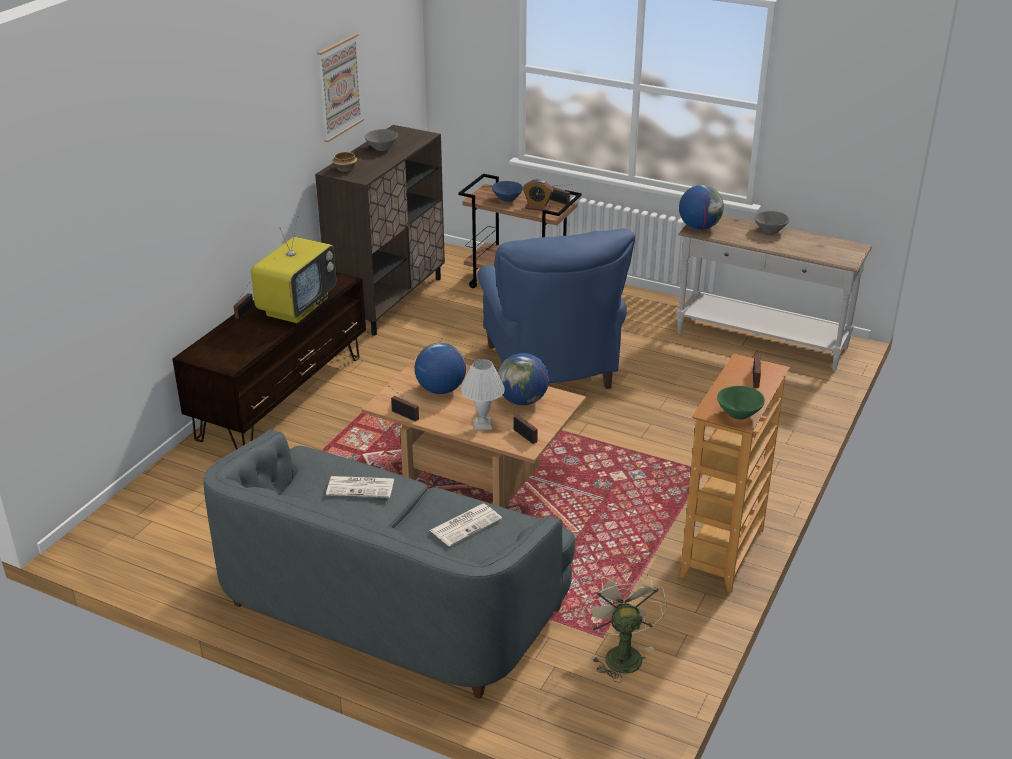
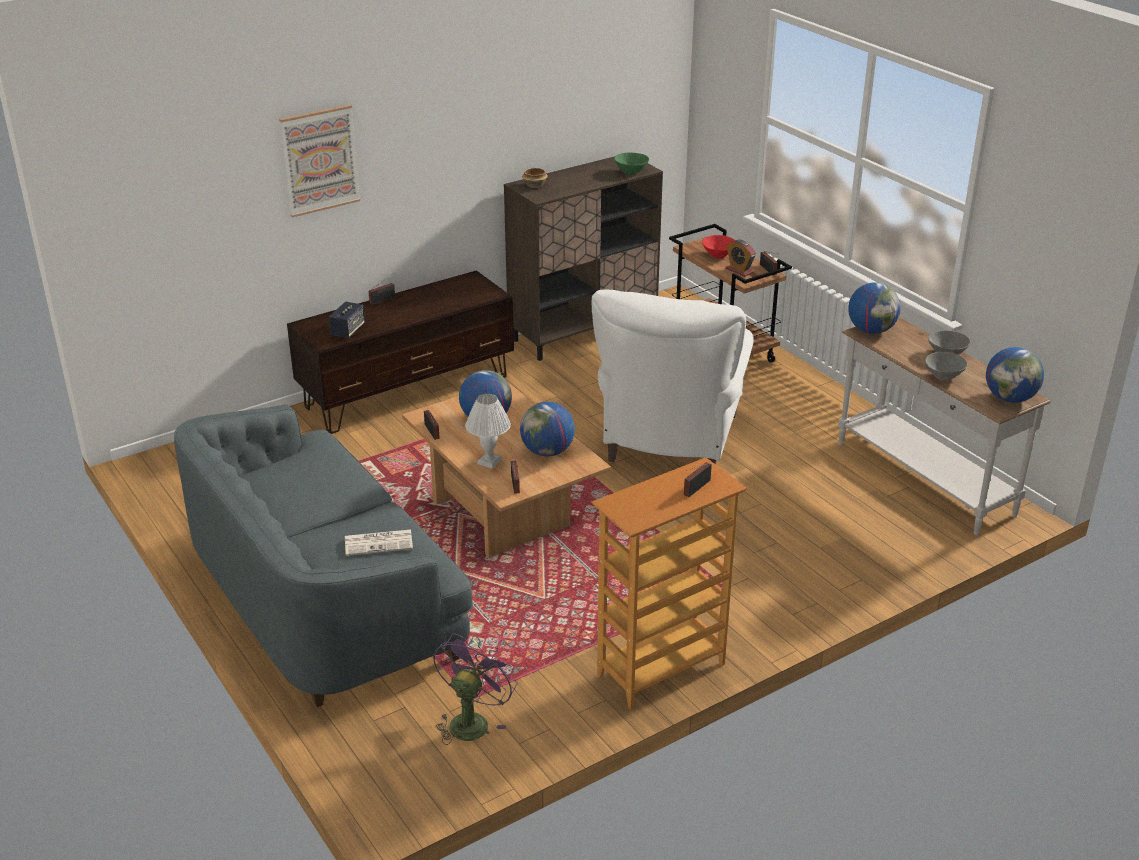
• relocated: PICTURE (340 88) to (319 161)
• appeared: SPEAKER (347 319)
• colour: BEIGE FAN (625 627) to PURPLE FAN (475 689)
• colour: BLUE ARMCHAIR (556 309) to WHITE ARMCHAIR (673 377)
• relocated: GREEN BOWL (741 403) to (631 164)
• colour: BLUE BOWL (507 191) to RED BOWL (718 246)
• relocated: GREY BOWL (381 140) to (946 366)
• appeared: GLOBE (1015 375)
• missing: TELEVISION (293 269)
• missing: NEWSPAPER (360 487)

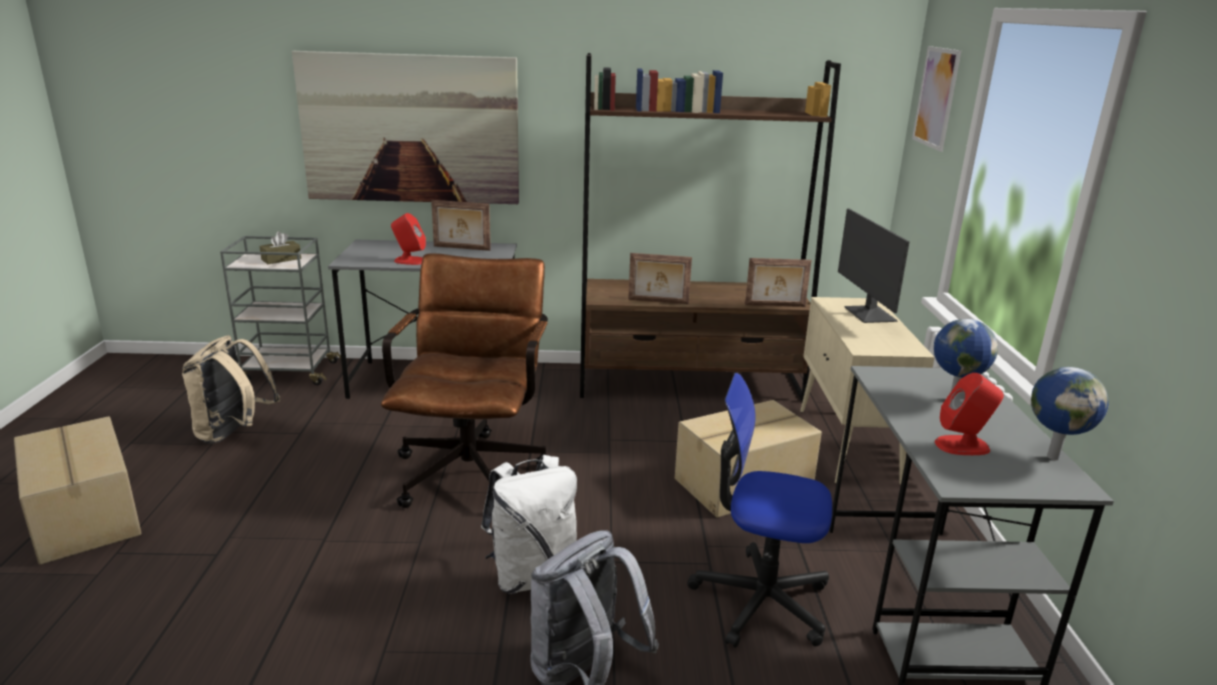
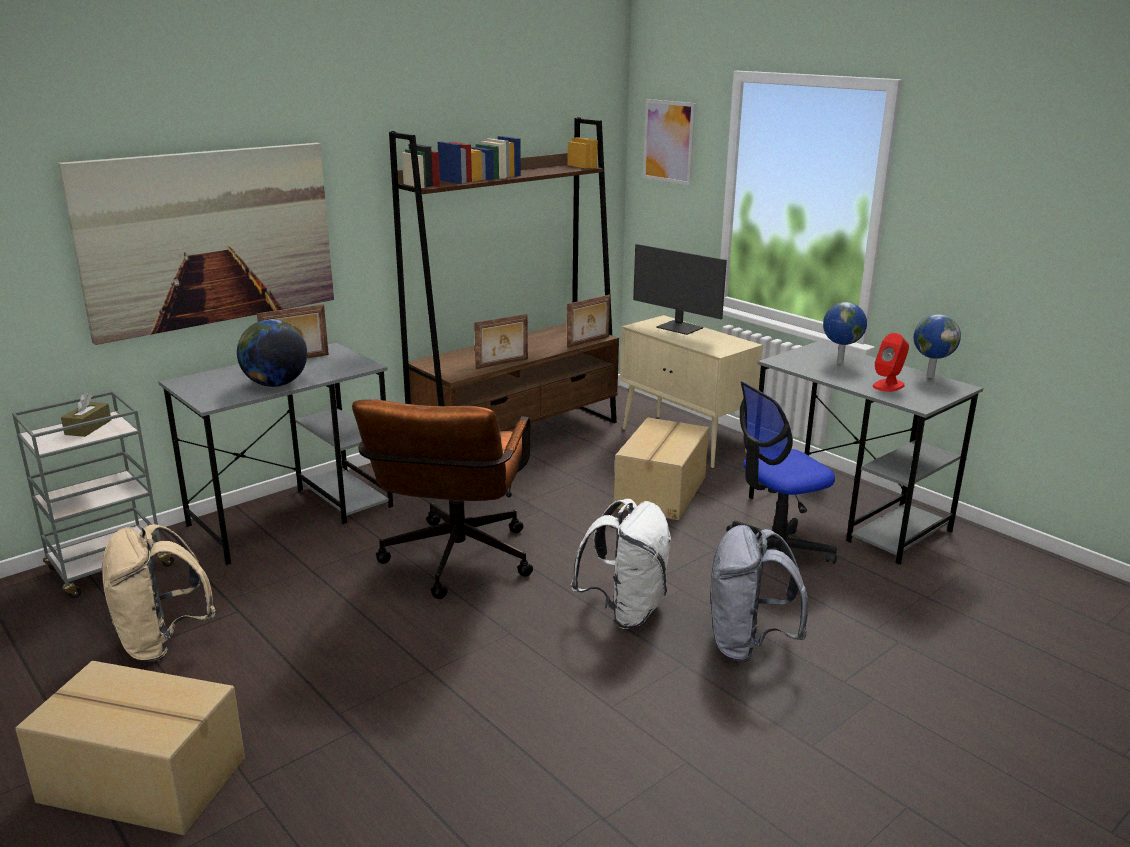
• exchanged: RED SPEAKER (408 239) to GLOBE (272 353)
• spun: BROWN OFFICE CHAIR (464 380) = (442 499) 135 degrees counterclockwise

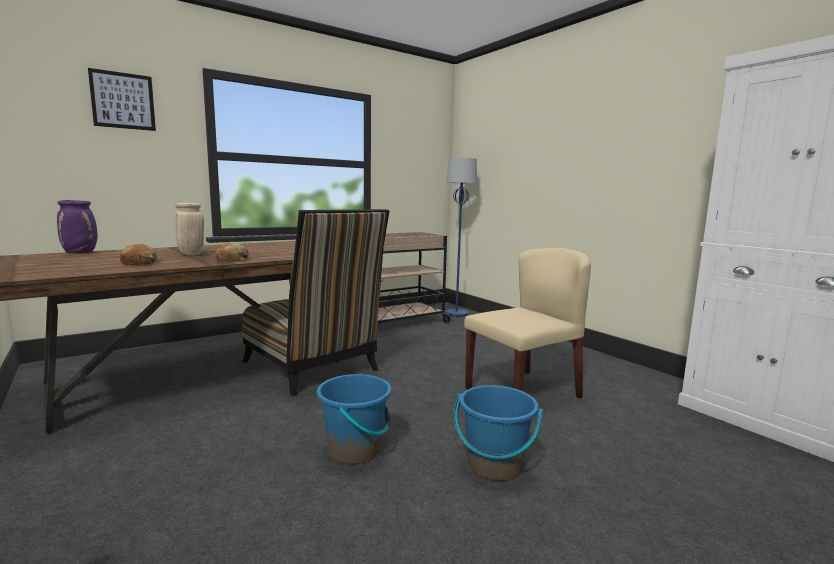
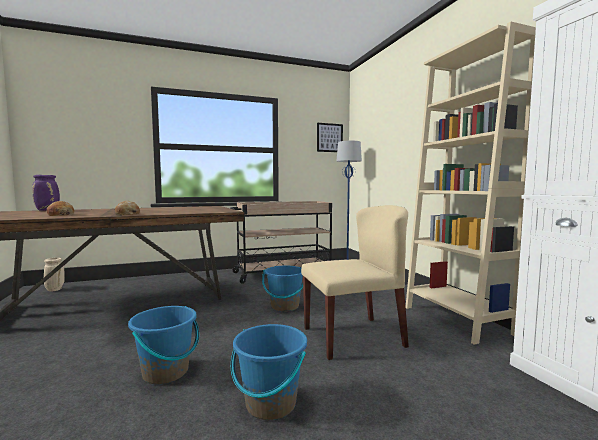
• relocated: BEIGE VASE (189 229) to (54 274)
• appeared: BLUE BUCKET (282 289)
• relocated: PICTURE (122 99) to (330 137)
• appeared: BEIGE BOOKCASE (471 183)
• missing: CHAIR (315 303)

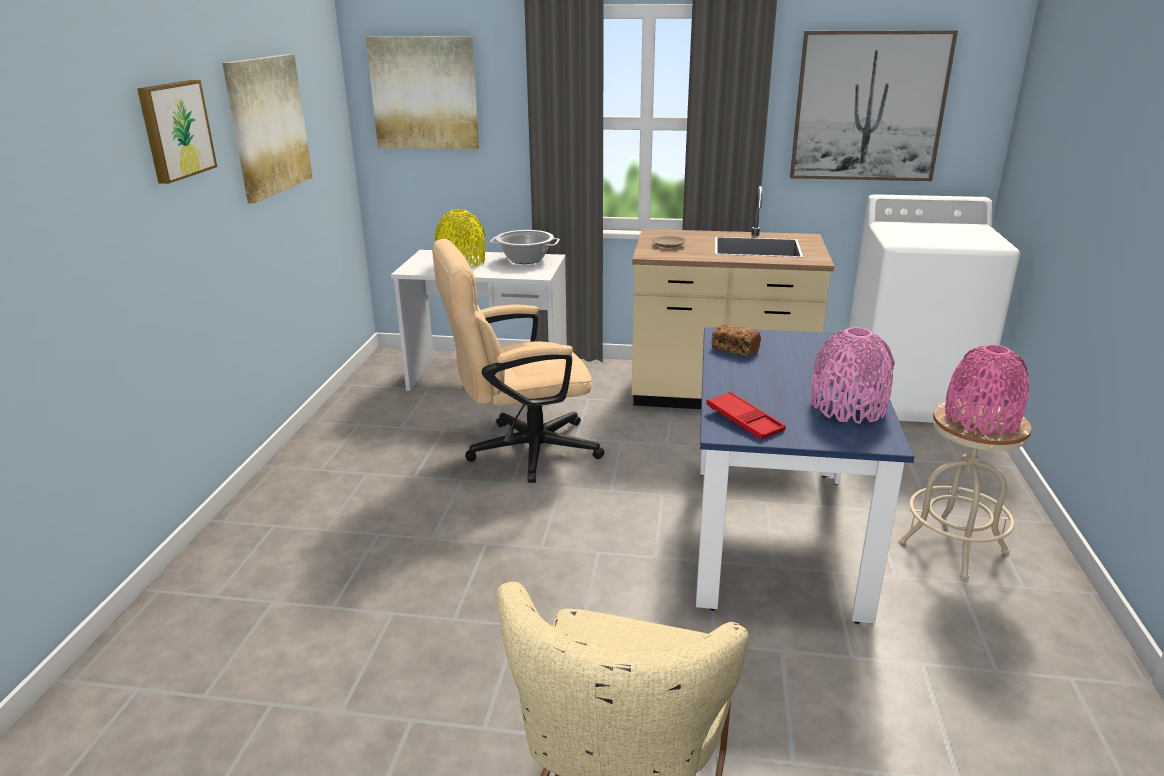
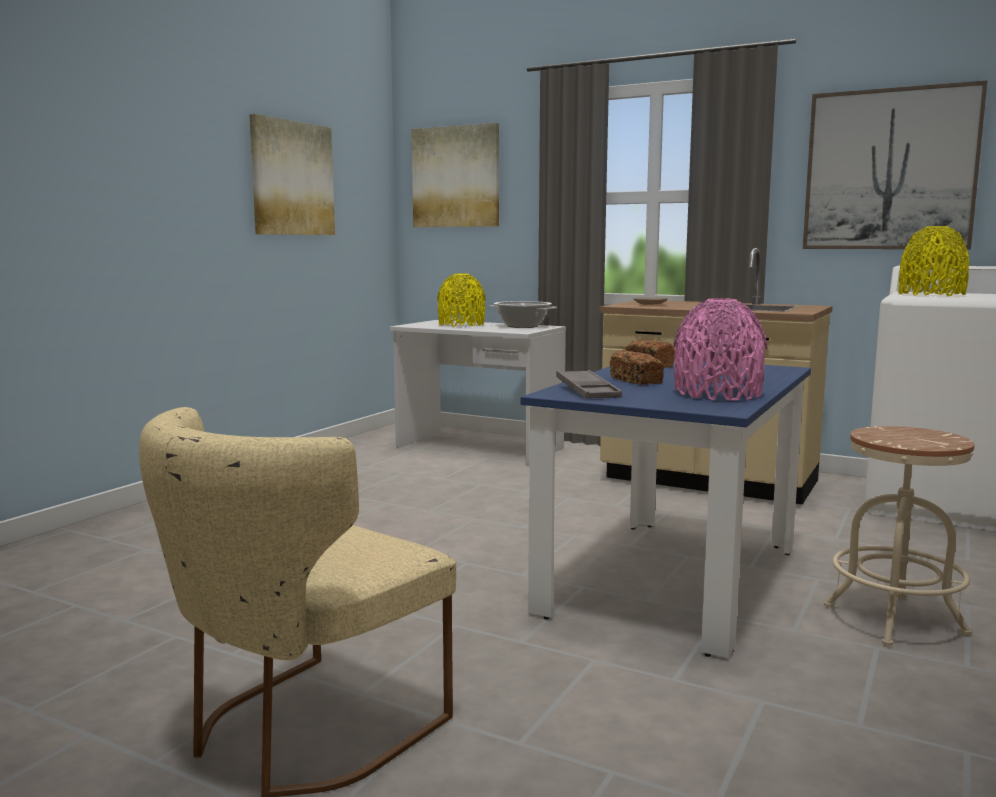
• colour: RED TRAY (746 416) to GREY TRAY (589 384)
• appeared: BREAD (637 367)
• appeared: YELLOW VASE (933 261)
• missing: PICTURE (177 132)
• missing: BEIGE OFFICE CHAIR (519 361)
• missing: PINK VASE (987 390)

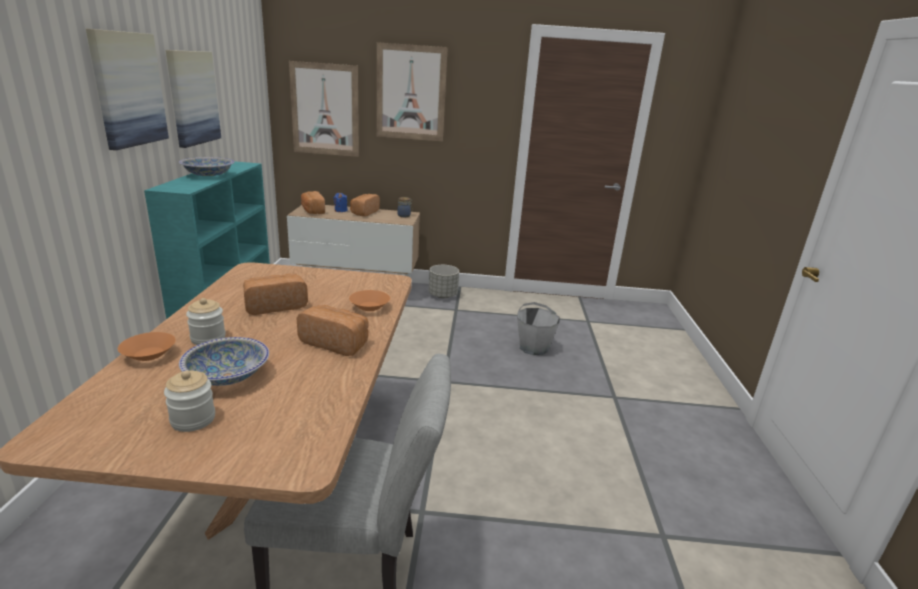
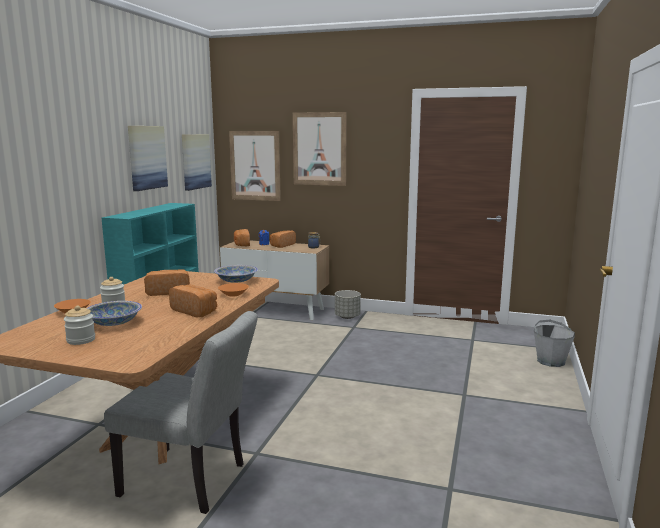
• relocated: PICTURE (127 89) to (197 162)
• relocated: BOWL (206 166) to (236 274)
• relocated: GREY BUCKET (538 328) to (554 343)

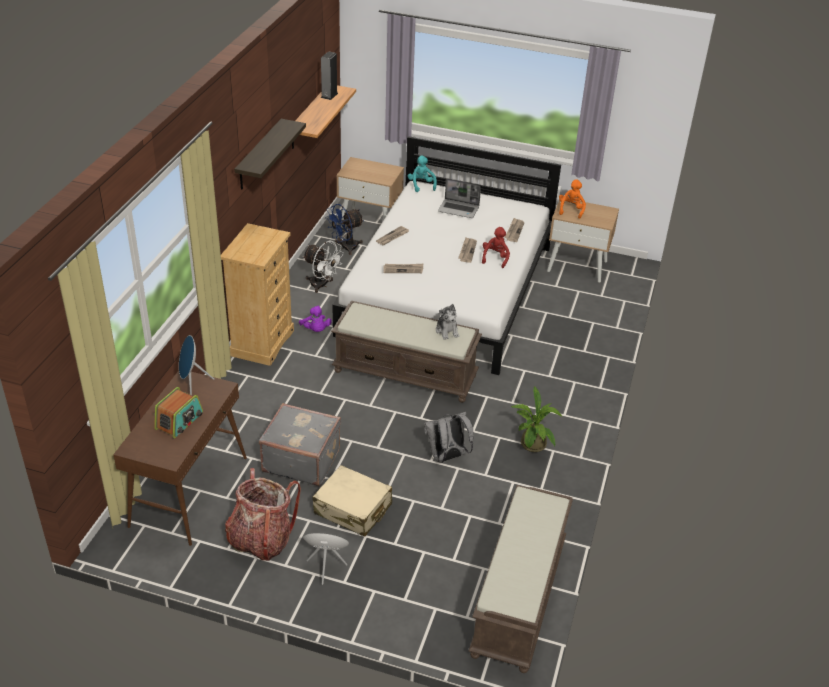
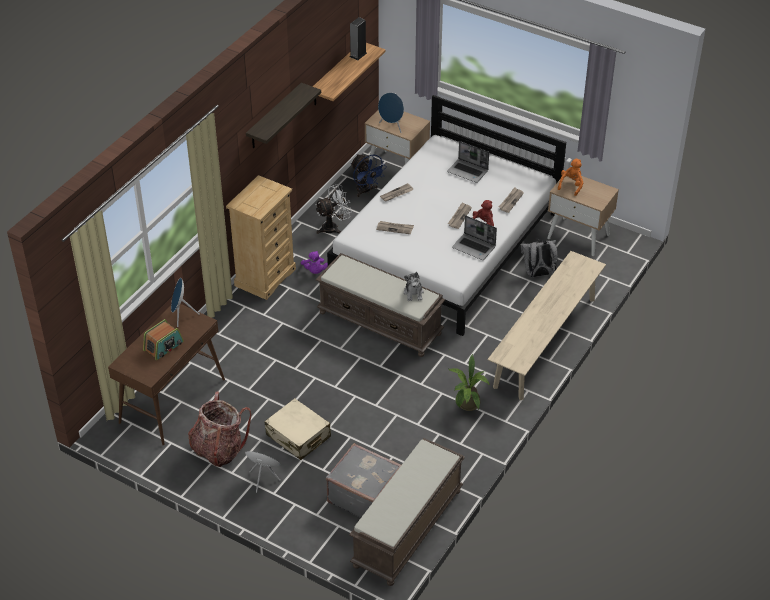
• spun: WHITE FAN (323 266) = (333 209) 75 degrees counterclockwise
• relocated: GREY SUITCASE (300 444) to (363 480)
• spun: BLUE FAN (344 229) = (369 175) 105 degrees counterclockwise
• appeared: BLUE SPEAKER (391 112)
• appeared: LAPTOP (474 237)
• appeared: BEIGE BENCH (547 325)
• relocated: GREY BACKPACK (449 437) to (539 258)
• missing: TURQUOISE PLUSH TOY (422 173)

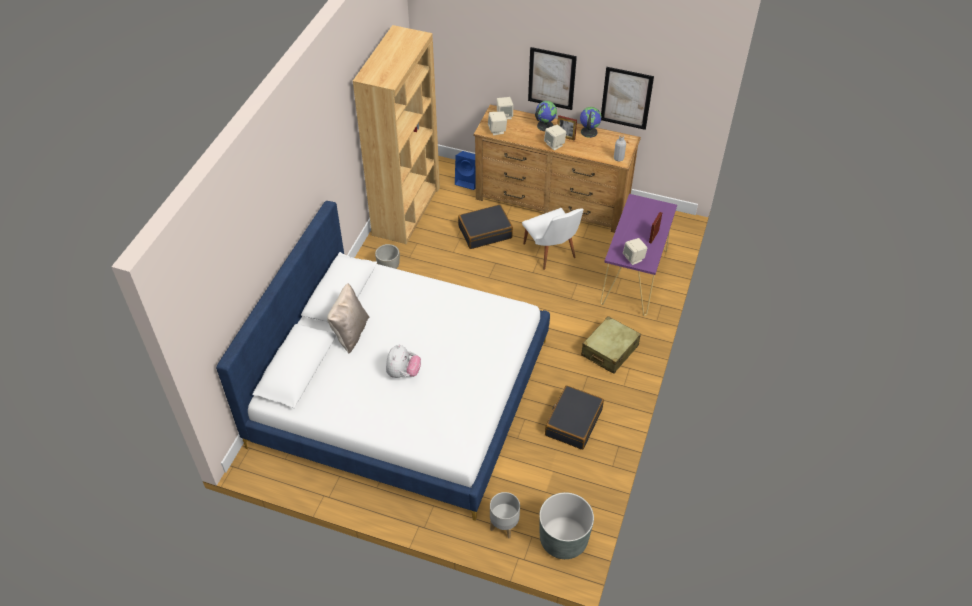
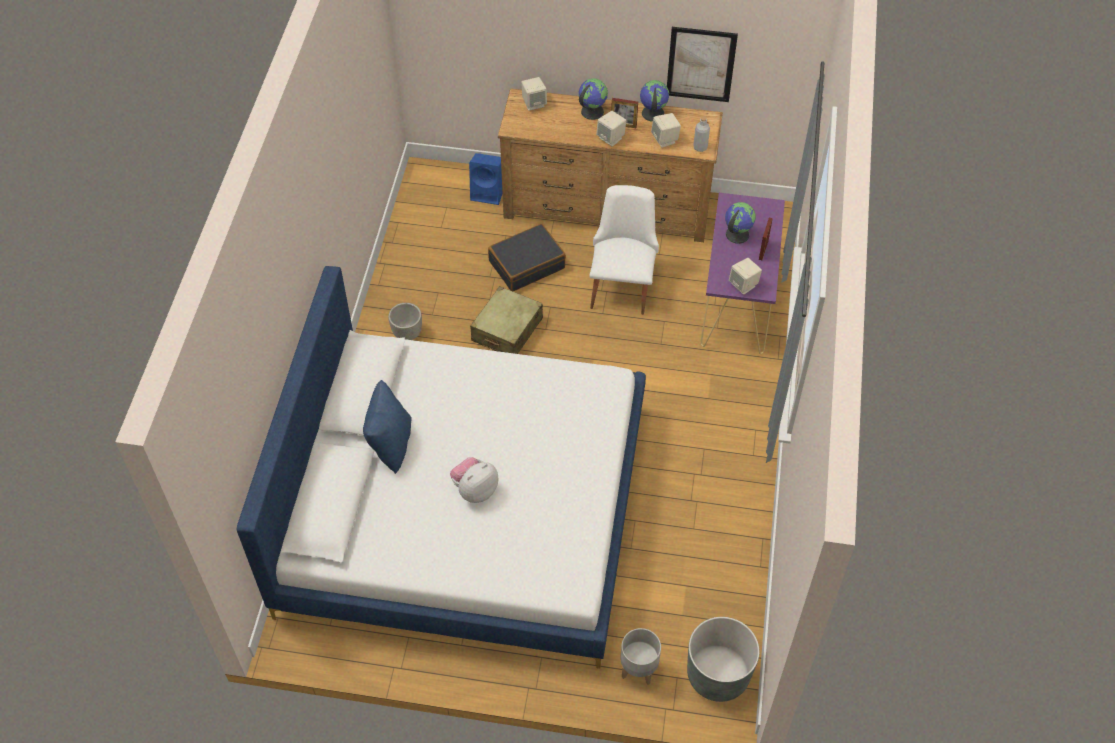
• colour: BEIGE PILLOW (348 319) to BLUE PILLOW (387 427)
• spun: PLUSH TOY (403 361) = (474 480) 135 degrees counterclockwise
• relocated: BEIGE SUITCASE (611 345) to (506 320)
• spun: WHITE CHAIR (553 239) = (624 250) 135 degrees counterclockwise
• relocated: BEIGE SPEAKER (497 123) to (666 130)
• appeared: GLOBE (740 223)
• missing: BROWN BOOKCASE (396 134)
• missing: PICTURE (552 78)
• missing: BLACK SUITCASE (574 417)

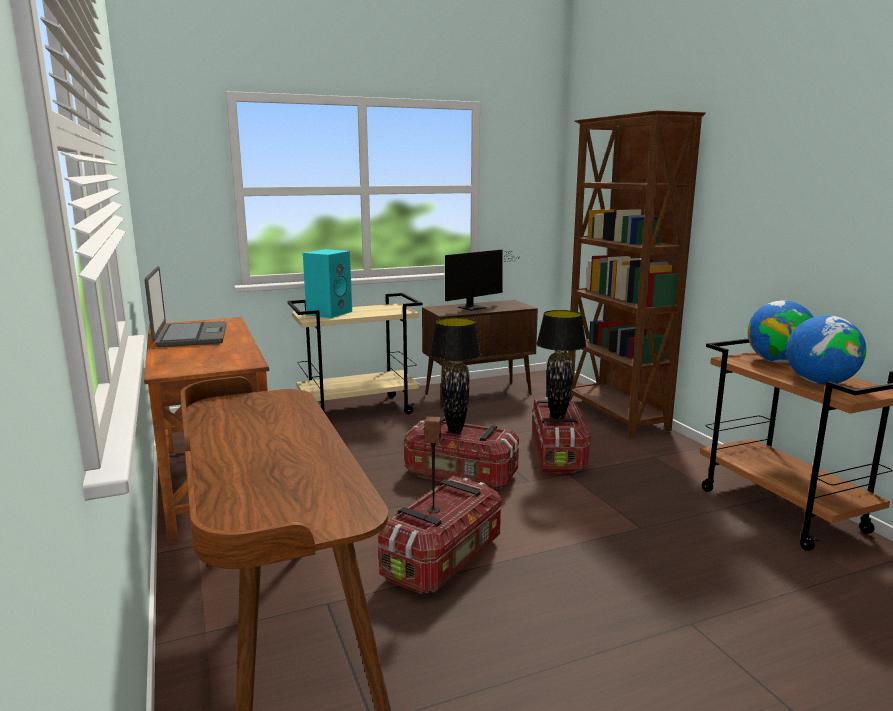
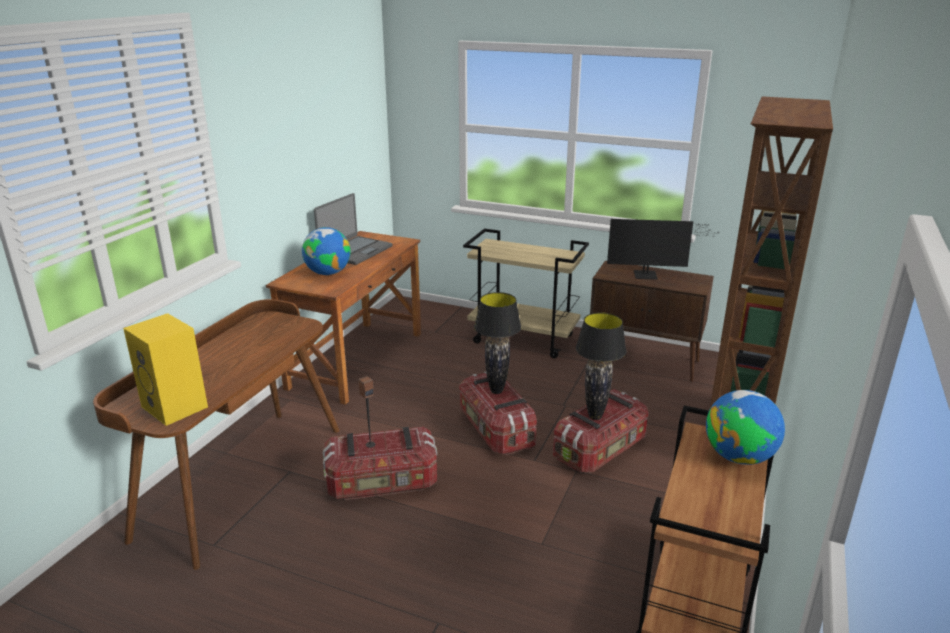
• appeared: YELLOW SPEAKER (165 369)
• relocated: GLOBE (826 350) to (326 251)
• missing: TURQUOISE SPEAKER (327 283)

